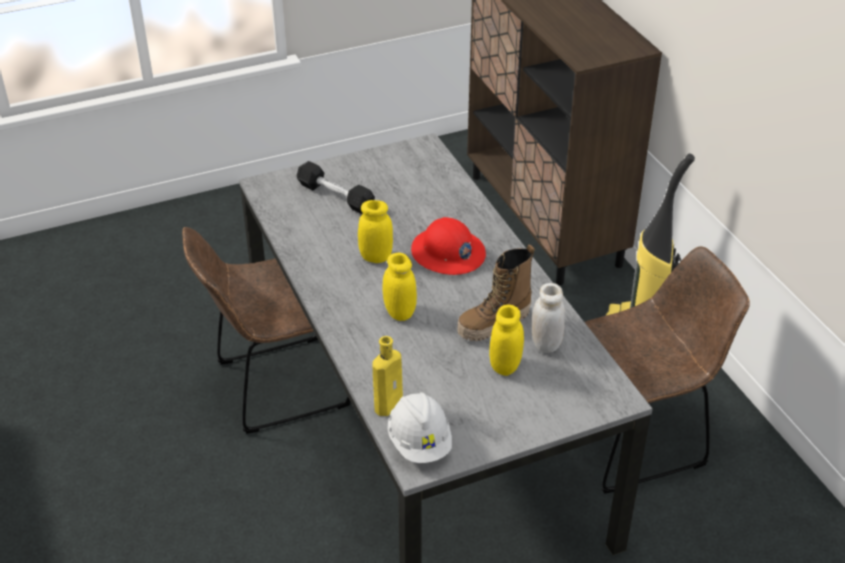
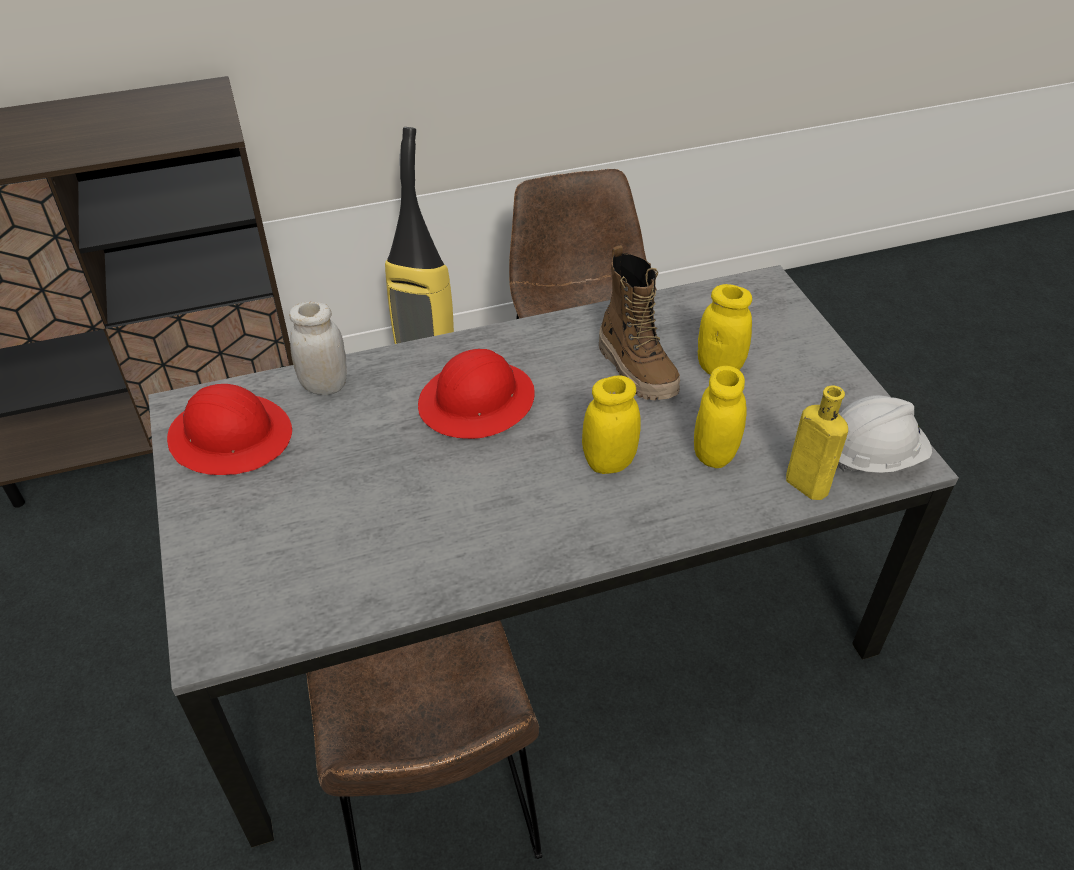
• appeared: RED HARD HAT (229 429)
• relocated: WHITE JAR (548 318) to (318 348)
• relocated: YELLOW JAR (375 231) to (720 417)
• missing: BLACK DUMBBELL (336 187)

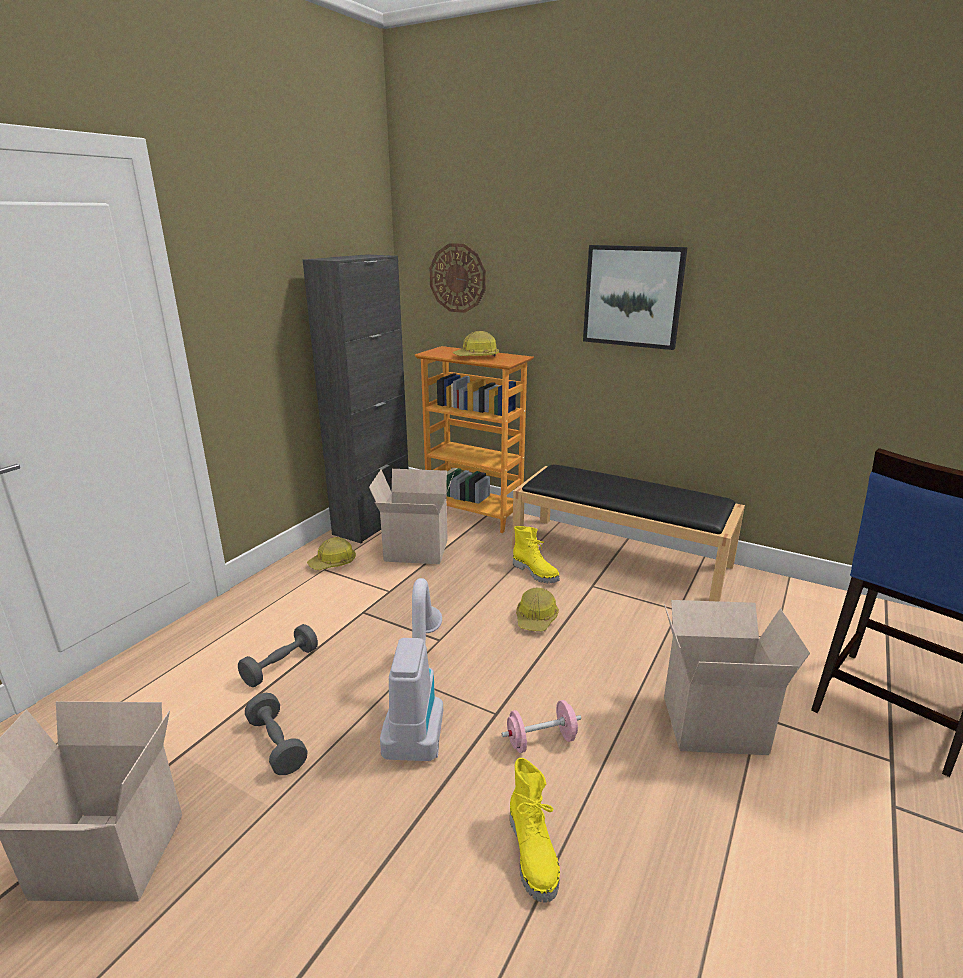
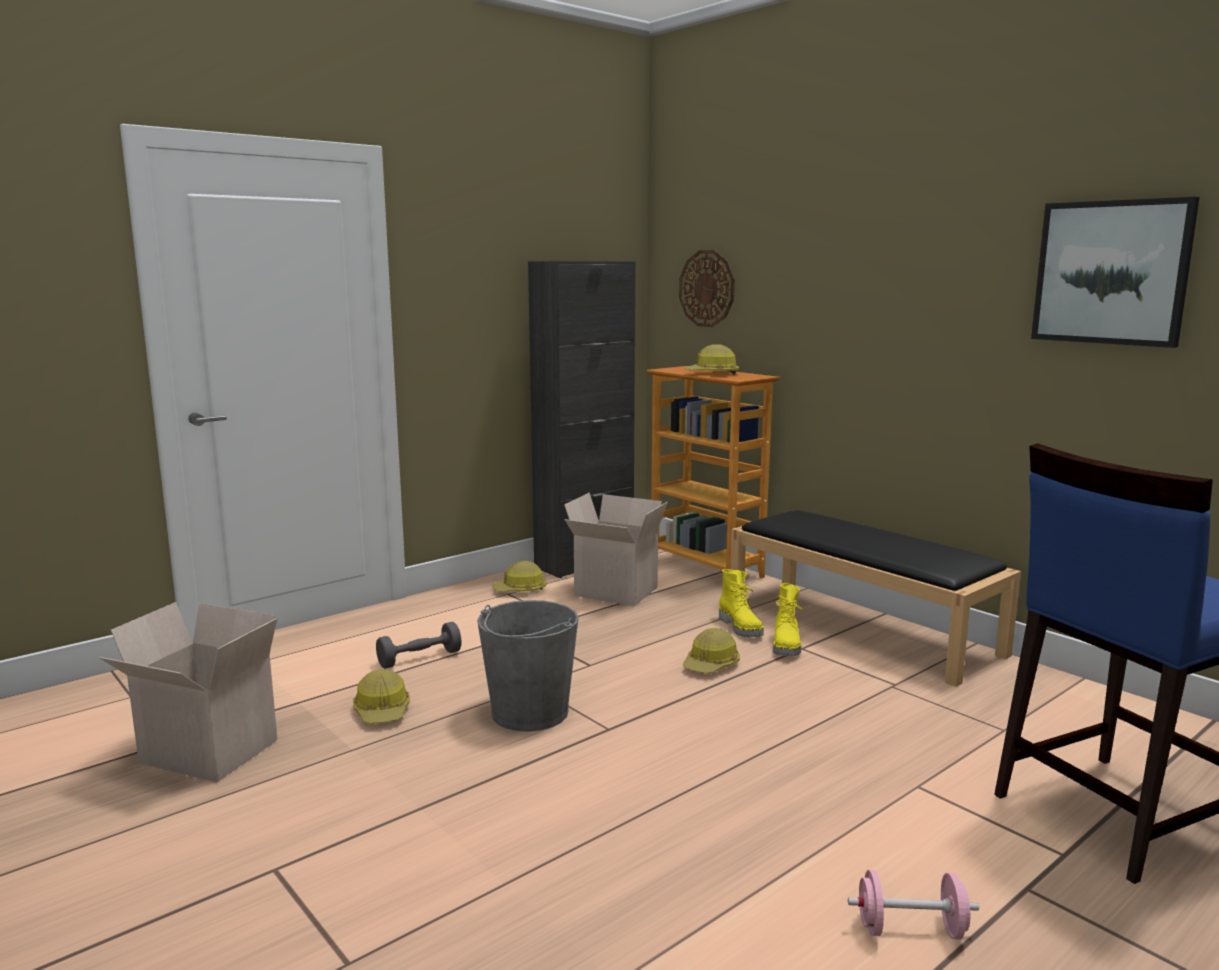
• exchanged: GREY DUMBBELL (276 734) to HARD HAT (381 696)
• exchanged: VACUUM CLEANER (411 669) to GREY BUCKET (528 666)
• relocated: YELLOW BOOT (535 830) to (788 619)
• relocated: PINK DUMBBELL (541 726) to (913 904)
• relocated: PICTURE (635 297) to (1115 272)
• missing: CARDBOARD BOX (737 677)

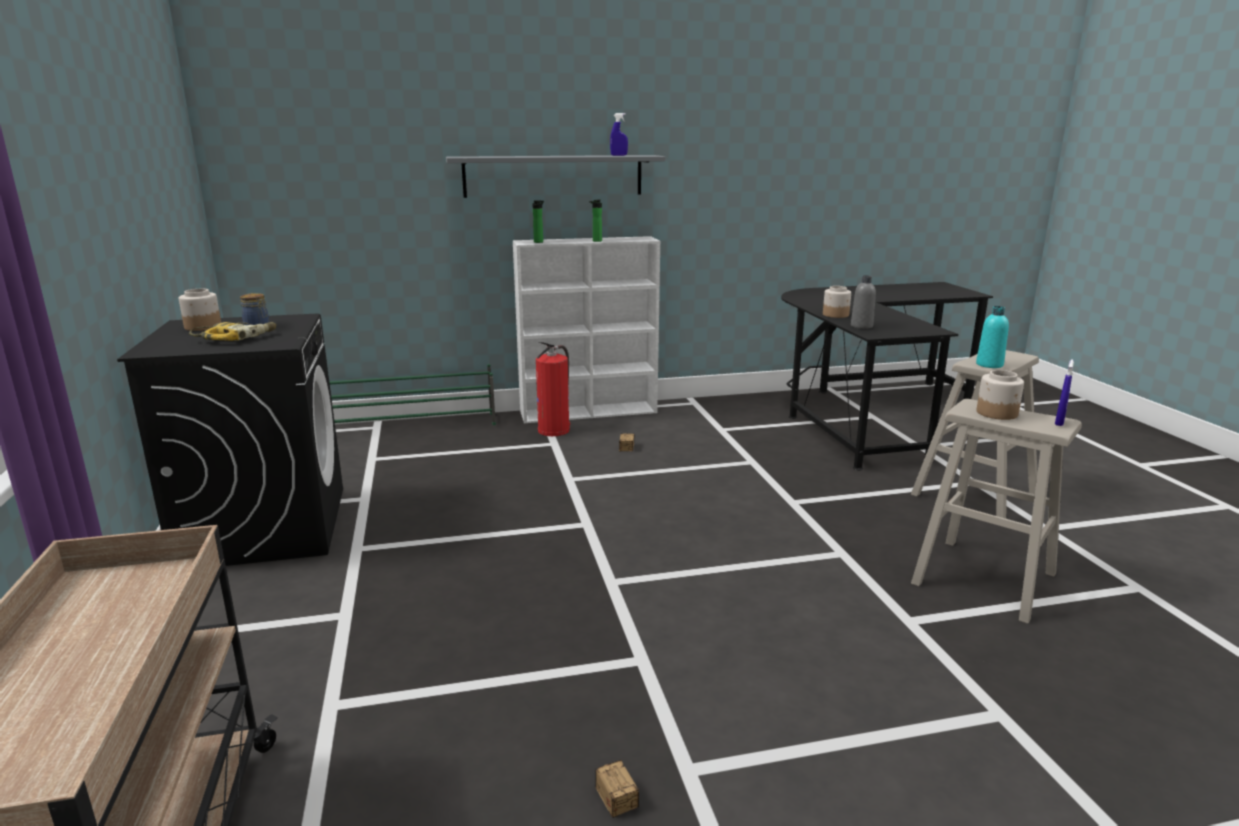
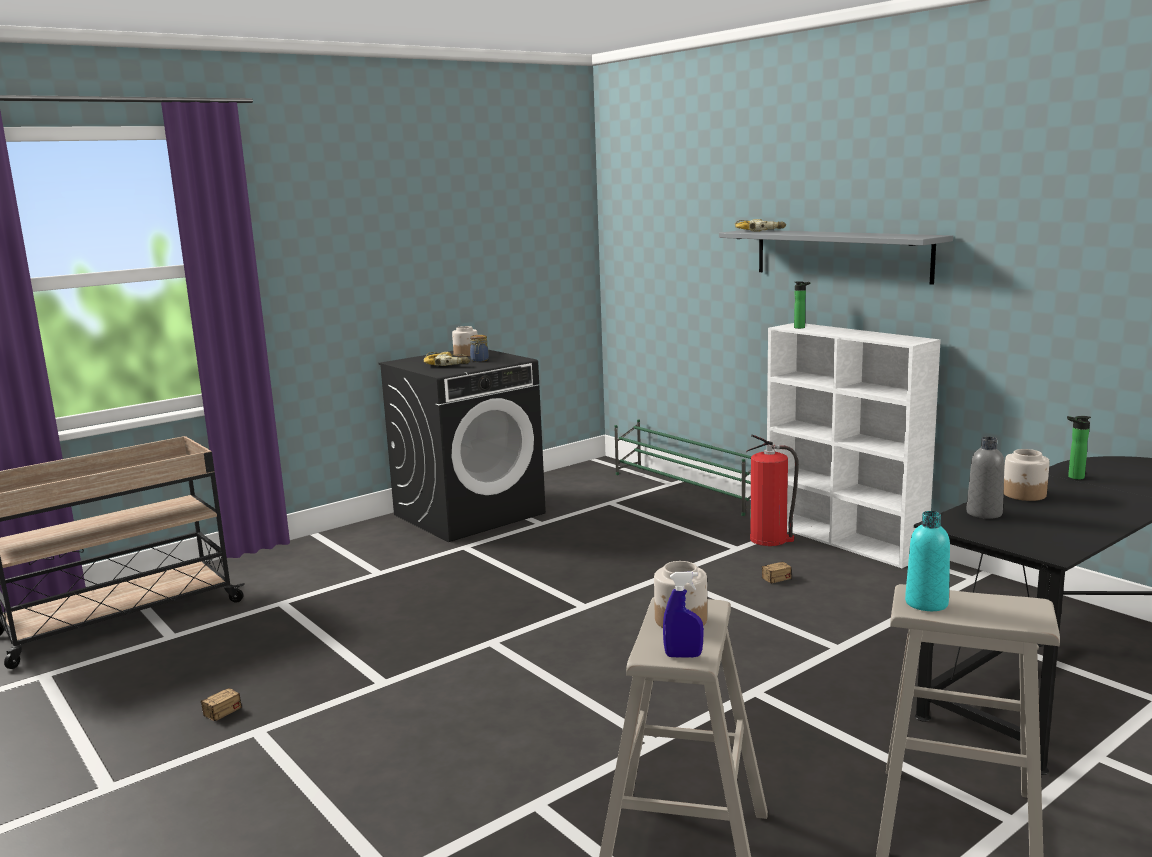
• appeared: POWER DRILL (760 225)
• relocated: BOTTLE (595 221) to (1079 448)
• missing: BLUE SPRAY BOTTLE (619 134)

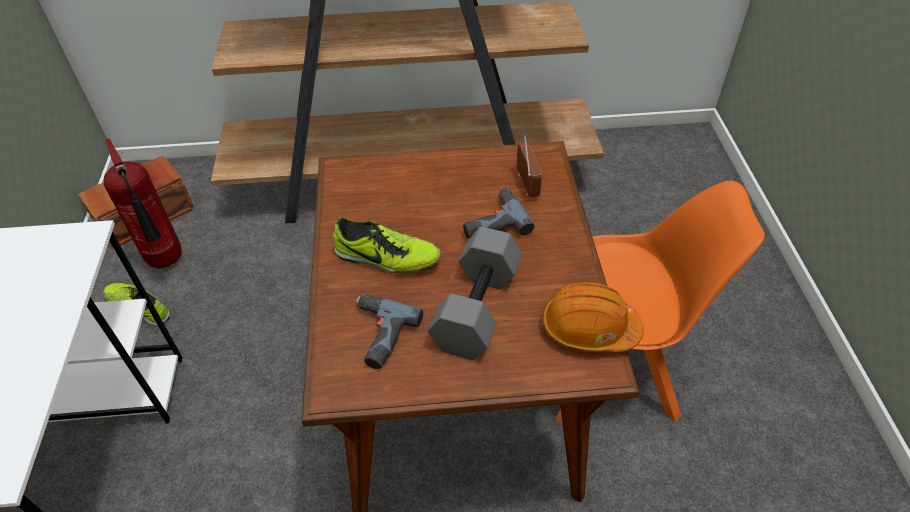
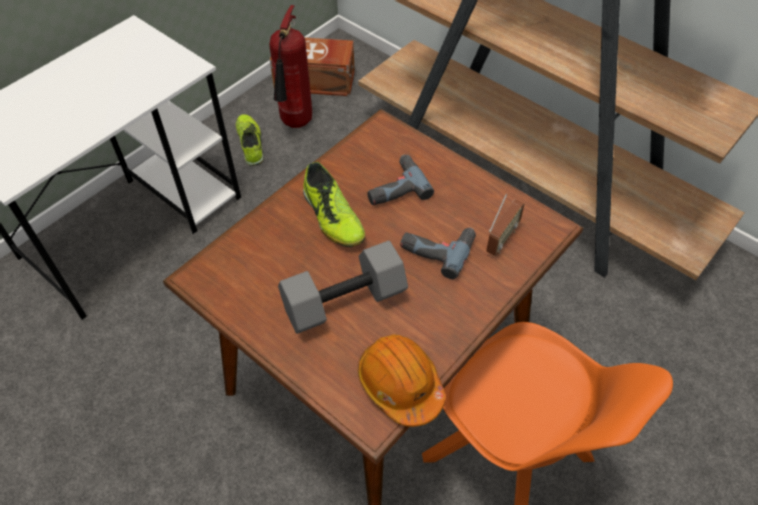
• relocated: POWER DRILL (389 331) to (400 179)

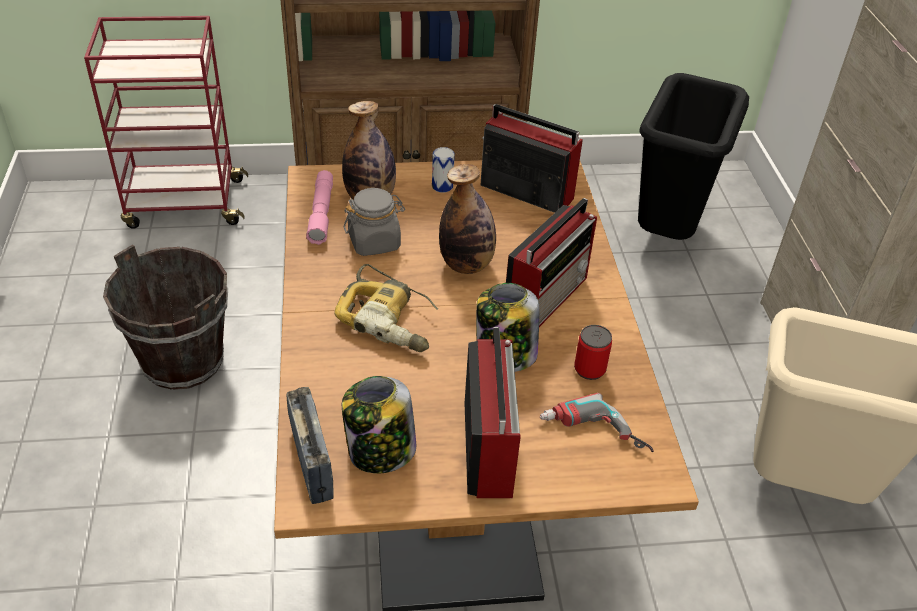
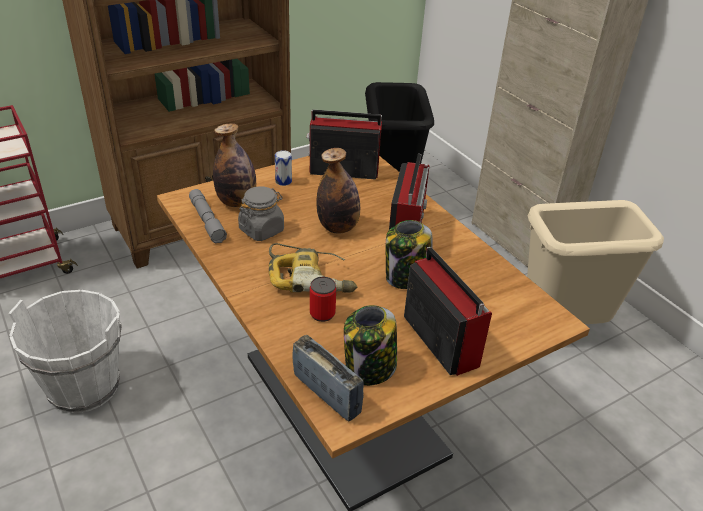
• colour: BROWN BUCKET (165 317) to WHITE BUCKET (65 351)
• colour: PINK FLASHLIGHT (319 207) to GREY FLASHLIGHT (208 216)
• relocated: CAN (593 352) to (323 299)
• missing: POWER DRILL (597 422)

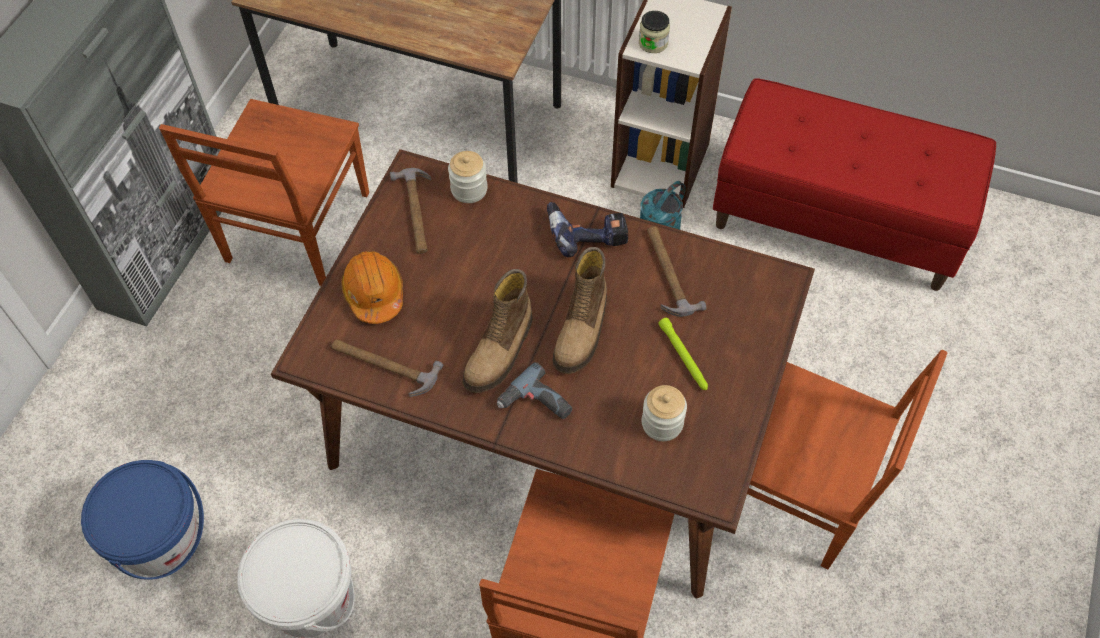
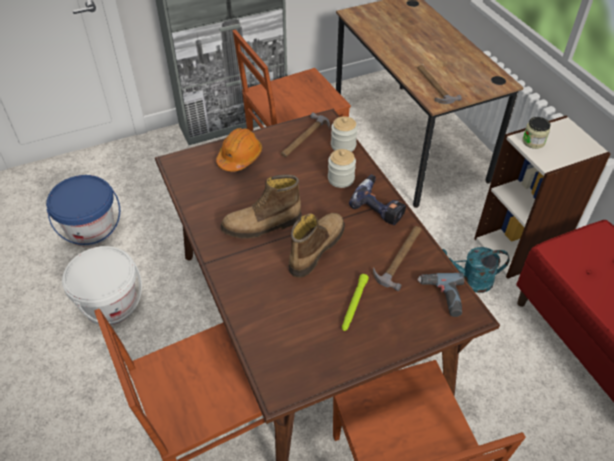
• spun: BOOT (579 310) = (317 245) 150 degrees clockwise
• relocated: JAR (664 413) to (342 168)
• relocated: HAMMER (387 368) to (439 84)
• relocated: POWER DRILL (534 390) to (440 295)

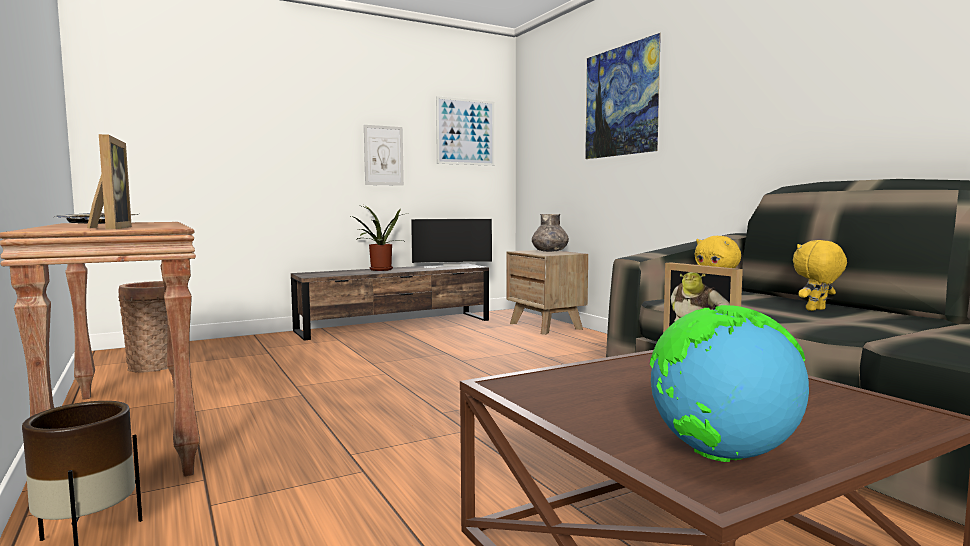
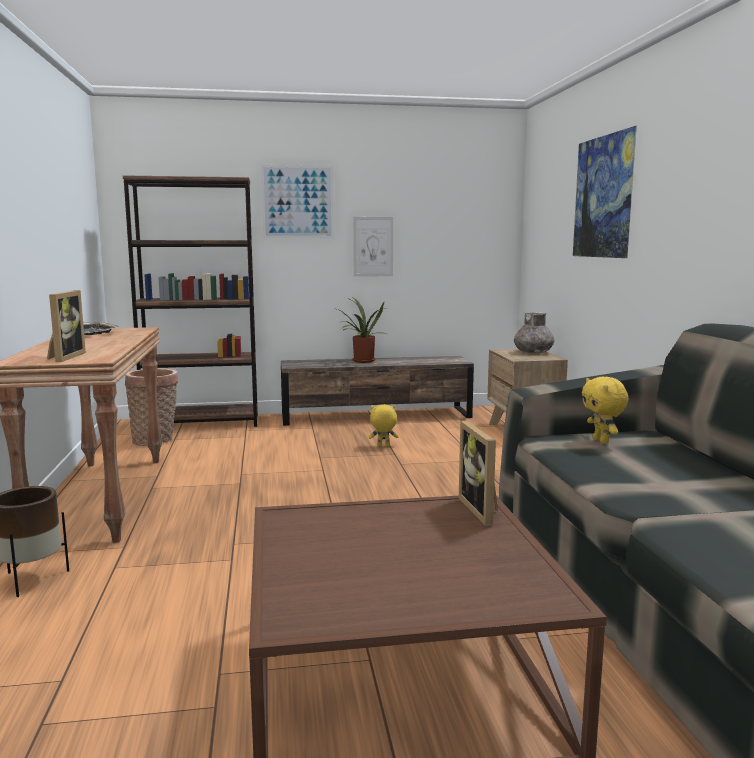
• appeared: BROWN BOOKCASE (190 301)
• relocated: PICTURE (465 131) to (297 201)
• relocated: YELLOW PLUSH TOY (820 275) to (384 425)
• missing: TELEVISION (451 243)
• missing: GLOBE (729 383)

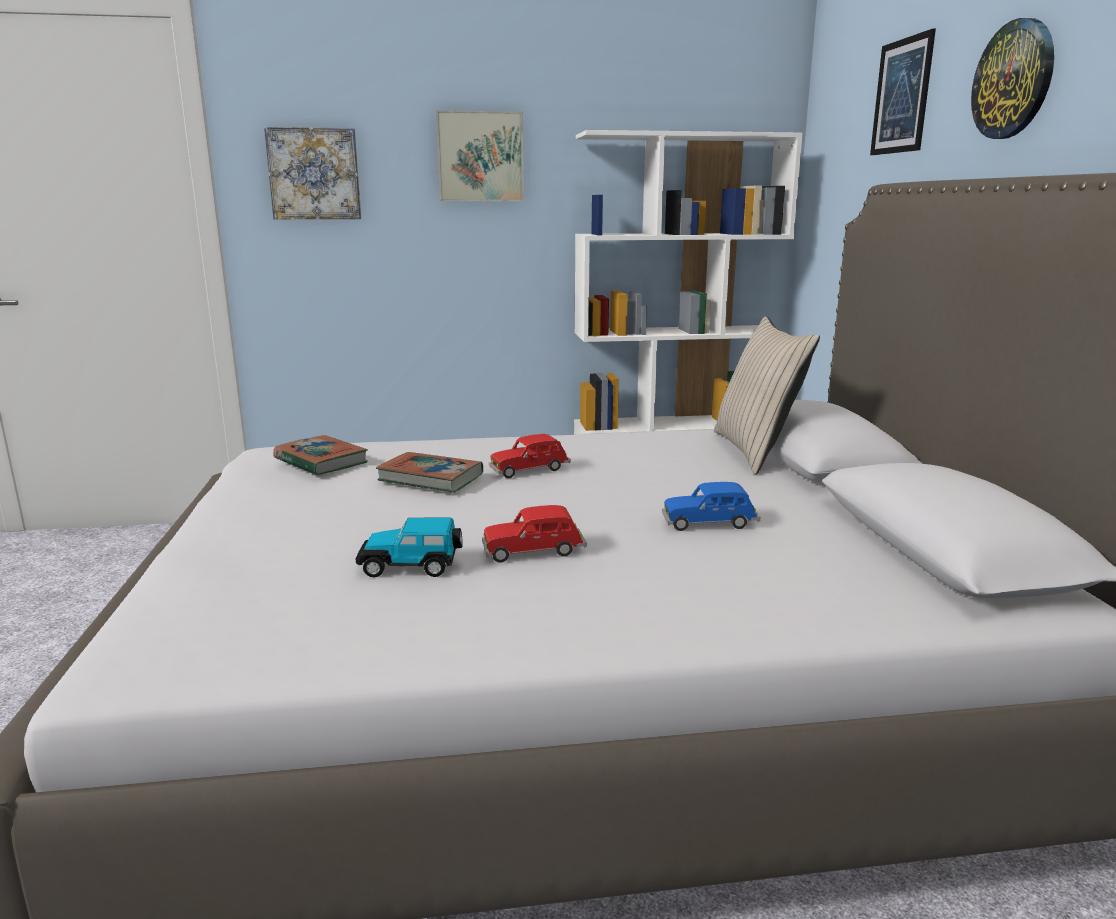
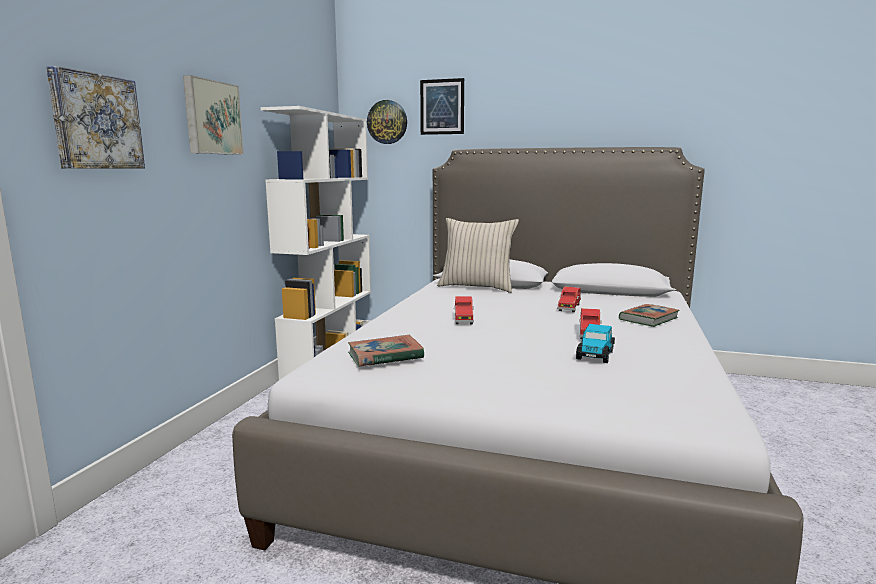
• relocated: WALL CLOCK (1012 78) to (387 122)
• colour: BLUE TOY CAR (711 506) to RED TOY CAR (569 299)
• relocated: BOOK (429 472) to (649 315)

